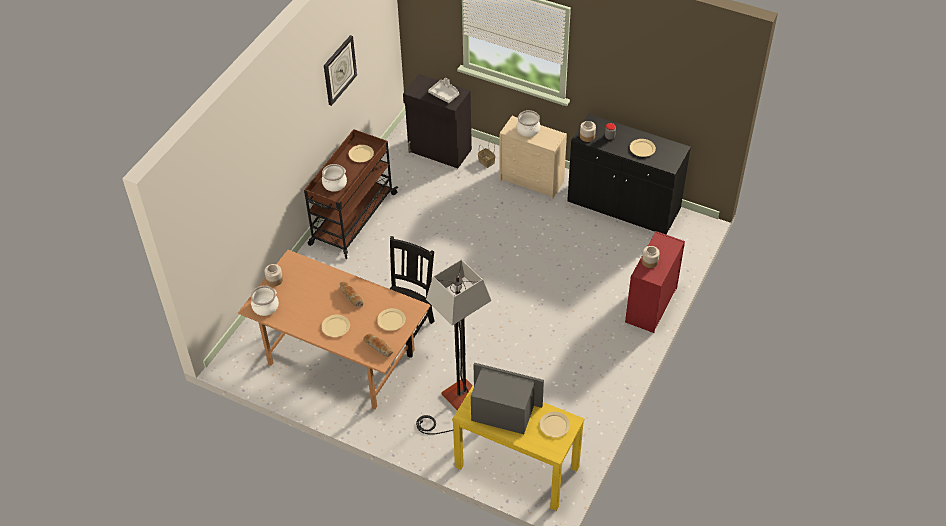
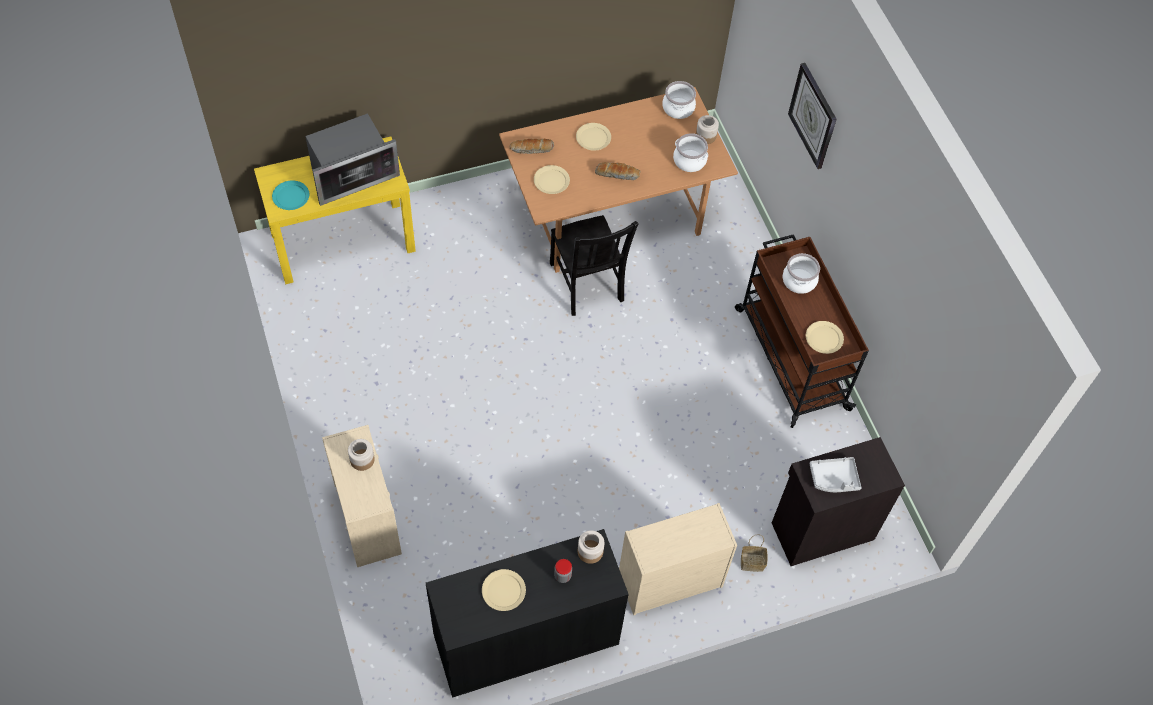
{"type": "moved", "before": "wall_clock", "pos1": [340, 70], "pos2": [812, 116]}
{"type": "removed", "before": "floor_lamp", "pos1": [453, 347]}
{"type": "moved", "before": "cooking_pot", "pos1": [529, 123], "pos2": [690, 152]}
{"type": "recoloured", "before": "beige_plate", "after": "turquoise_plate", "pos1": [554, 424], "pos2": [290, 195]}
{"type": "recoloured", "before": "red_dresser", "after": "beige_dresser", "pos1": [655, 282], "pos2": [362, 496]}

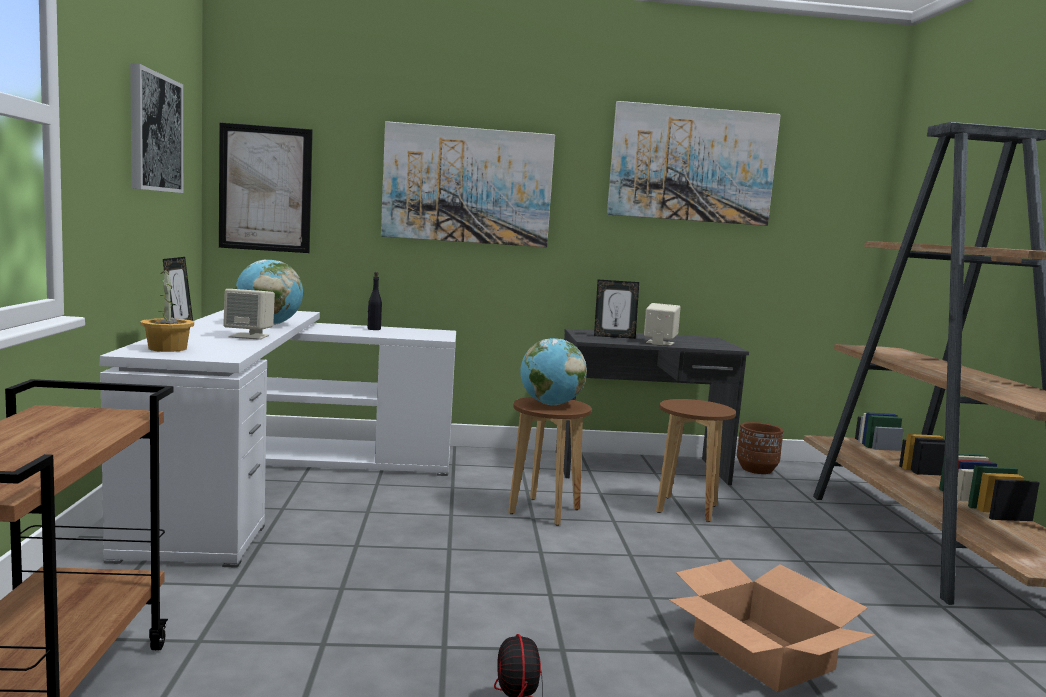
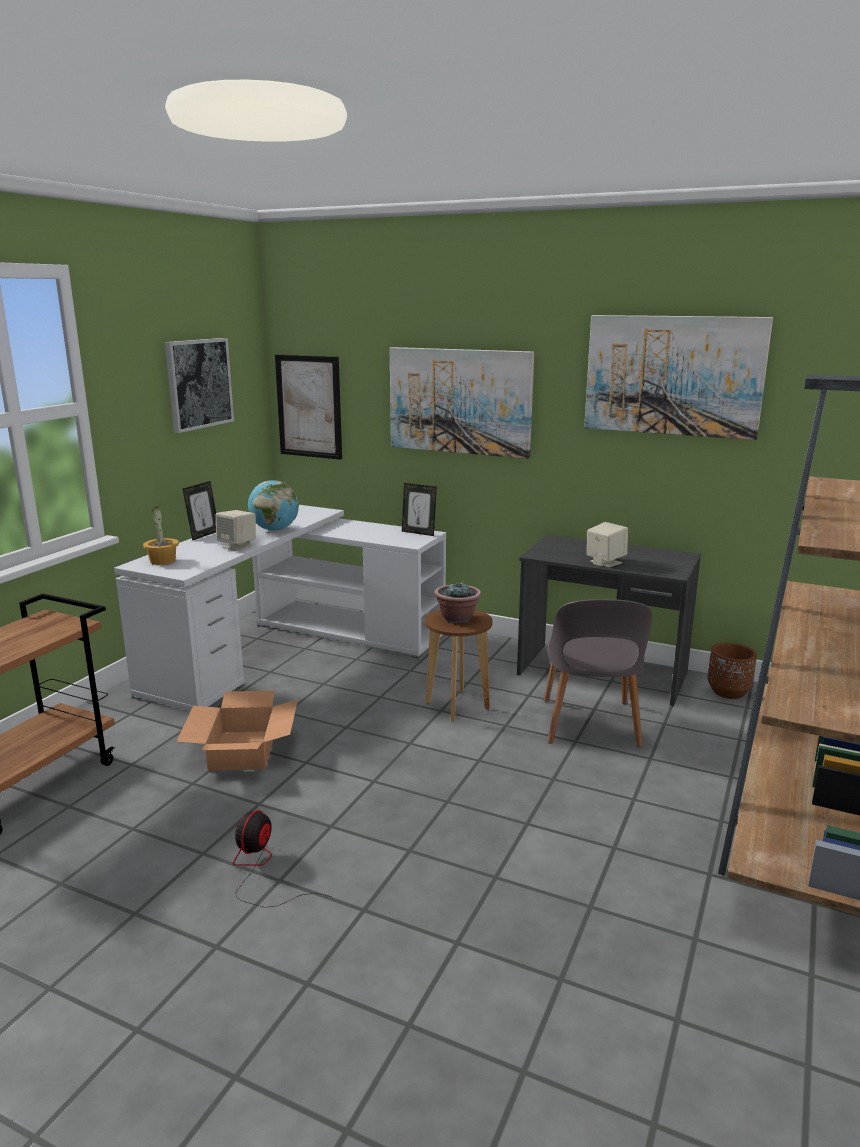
{"type": "removed", "before": "black_bottle", "pos1": [375, 301]}
{"type": "replaced", "before": "globe", "after": "potted_plant", "pos1": [553, 371], "pos2": [458, 602]}
{"type": "moved", "before": "picture_frame", "pos1": [616, 309], "pos2": [419, 509]}
{"type": "replaced", "before": "brown_stool", "after": "grey_chair", "pos1": [696, 460], "pos2": [598, 673]}
{"type": "moved", "before": "cardboard_box", "pos1": [771, 626], "pos2": [237, 731]}

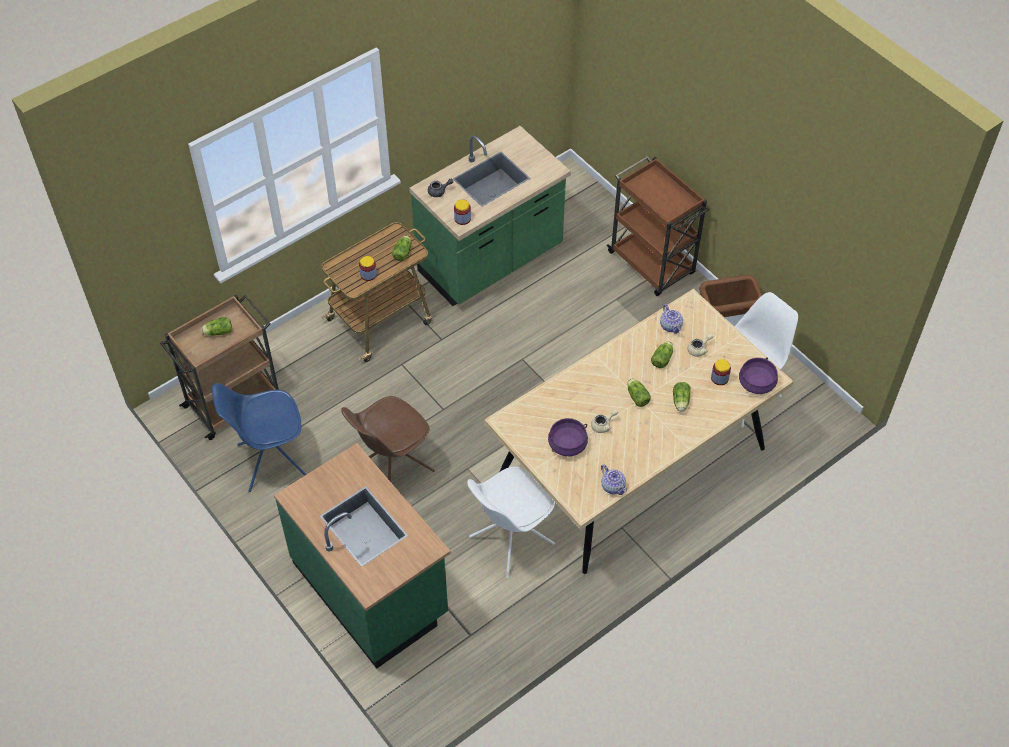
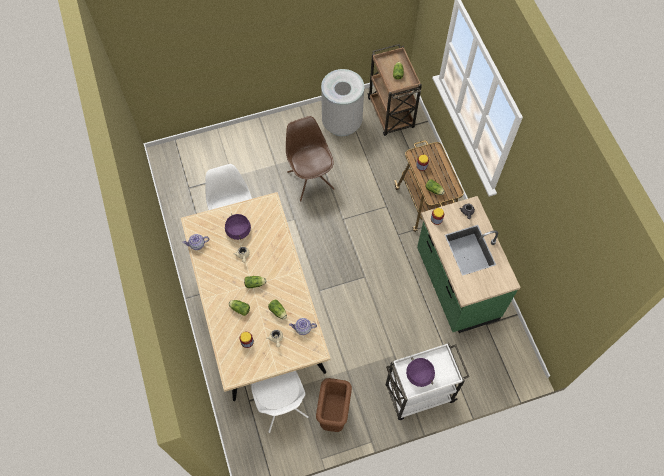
{"type": "replaced", "before": "blue_chair", "after": "grey_trash_can", "pos1": [259, 437], "pos2": [342, 102]}
{"type": "removed", "before": "green_counter", "pos1": [362, 556]}
{"type": "recoloured", "before": "brown_cart", "after": "white_cart", "pos1": [658, 226], "pos2": [427, 381]}
{"type": "moved", "before": "purple_cooking_pot", "pos1": [758, 375], "pos2": [420, 372]}

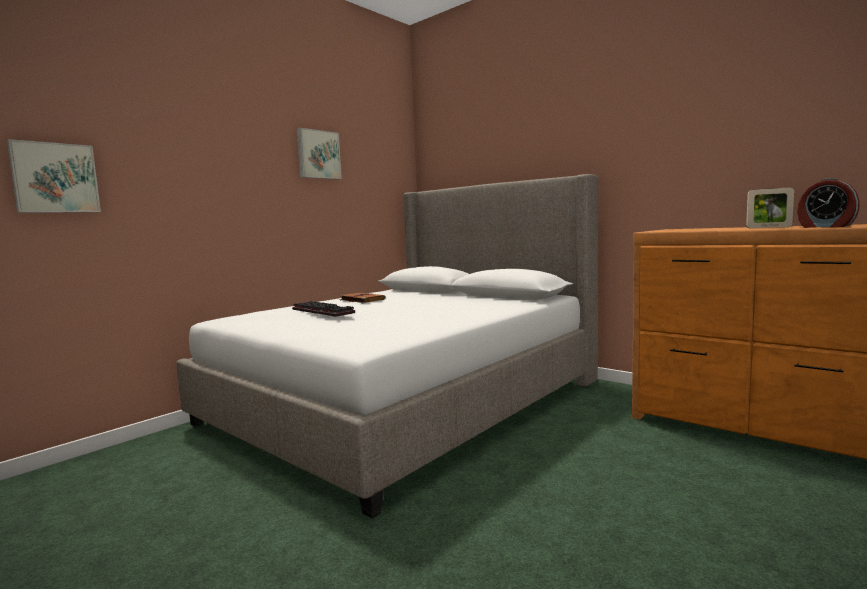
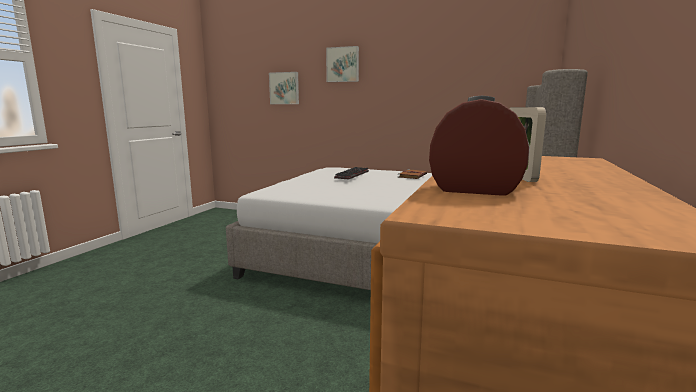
{"type": "moved", "before": "picture", "pos1": [319, 153], "pos2": [342, 64]}
{"type": "turned", "before": "alarm_clock", "pos1": [828, 203], "pos2": [479, 146], "turn": 75}

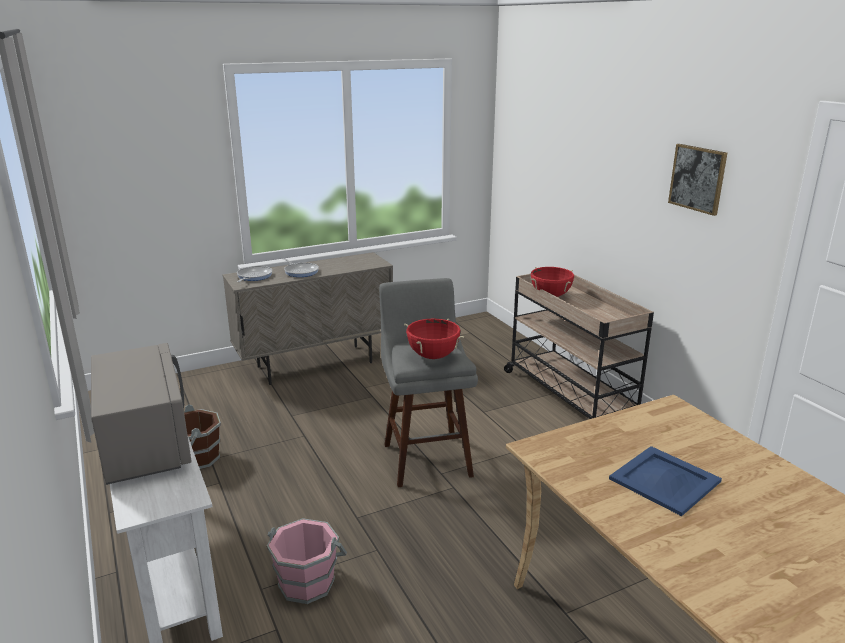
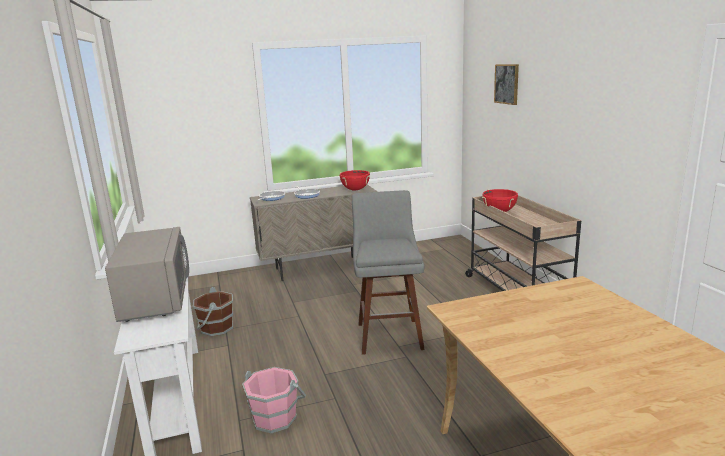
{"type": "moved", "before": "red_cooking_pot", "pos1": [434, 338], "pos2": [355, 180]}
{"type": "removed", "before": "blue_tray", "pos1": [665, 481]}
{"type": "moved", "before": "picture", "pos1": [697, 180], "pos2": [506, 84]}

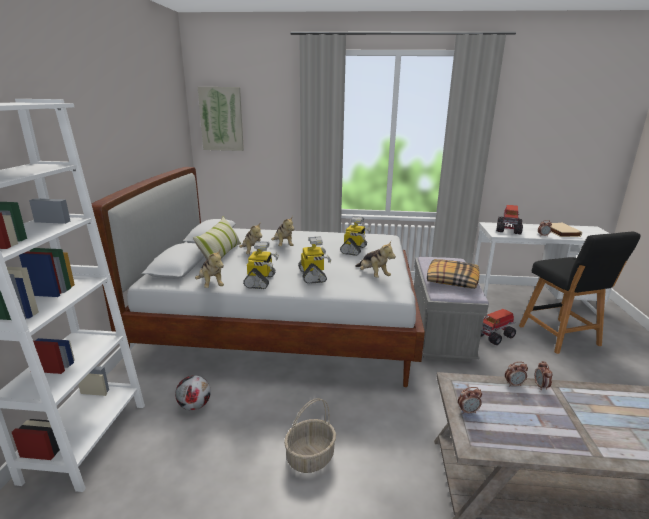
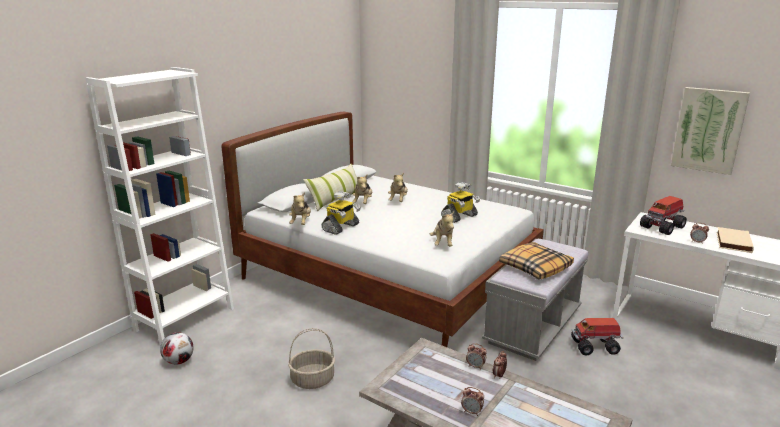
{"type": "moved", "before": "football", "pos1": [193, 392], "pos2": [177, 348]}
{"type": "moved", "before": "picture", "pos1": [221, 119], "pos2": [710, 131]}
{"type": "removed", "before": "toy_robot", "pos1": [314, 260]}
{"type": "moved", "before": "alarm_clock", "pos1": [470, 400], "pos2": [472, 401]}
{"type": "removed", "before": "black_stool", "pos1": [579, 292]}

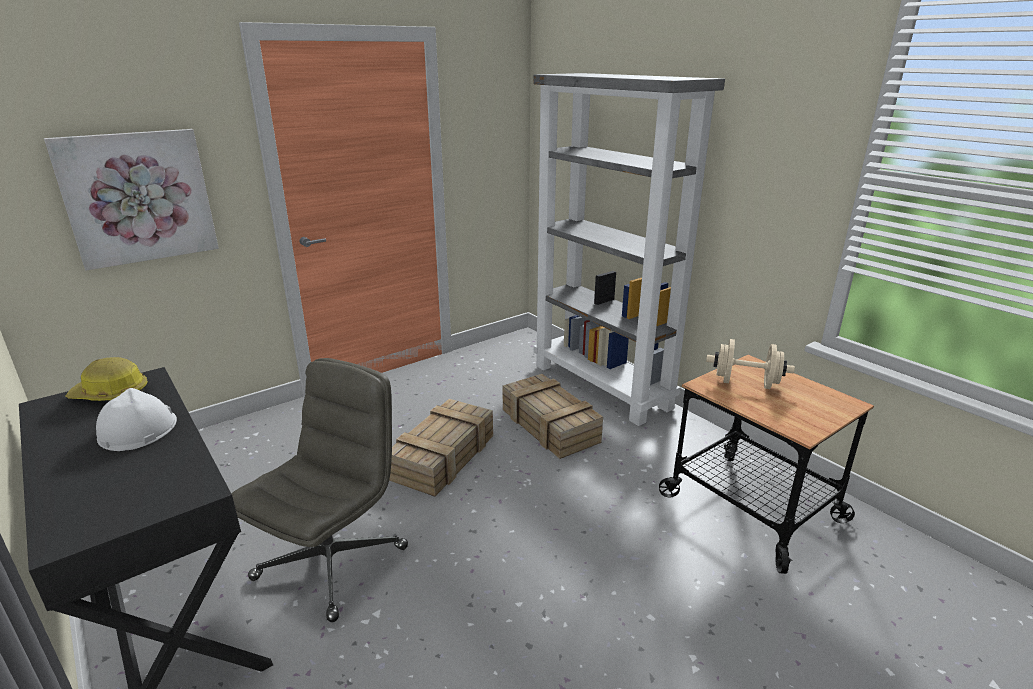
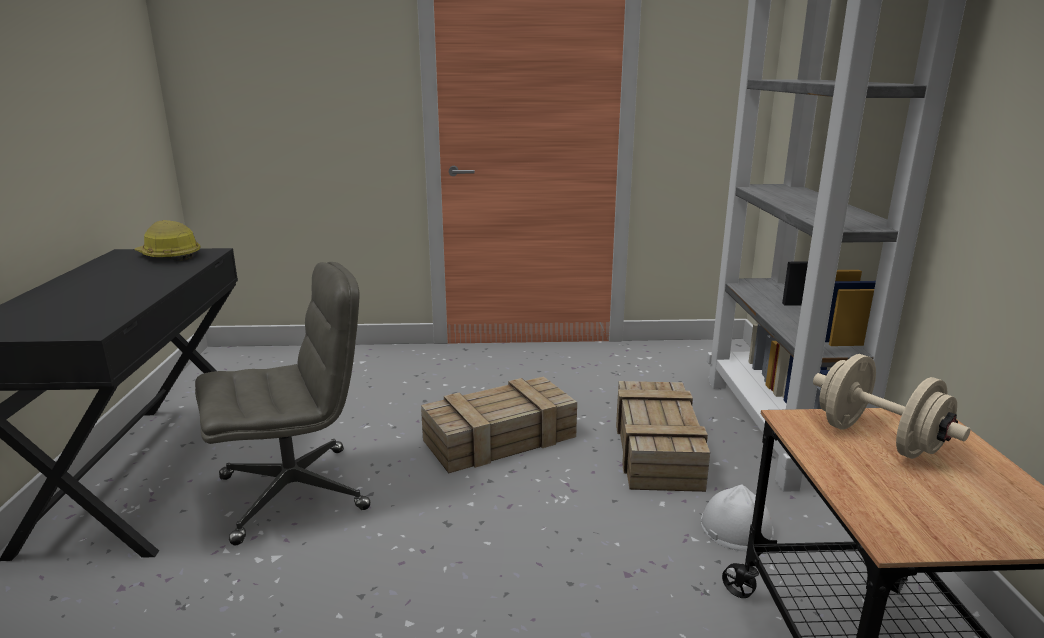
{"type": "removed", "before": "picture", "pos1": [131, 200]}
{"type": "moved", "before": "white_hard_hat", "pos1": [136, 419], "pos2": [737, 517]}

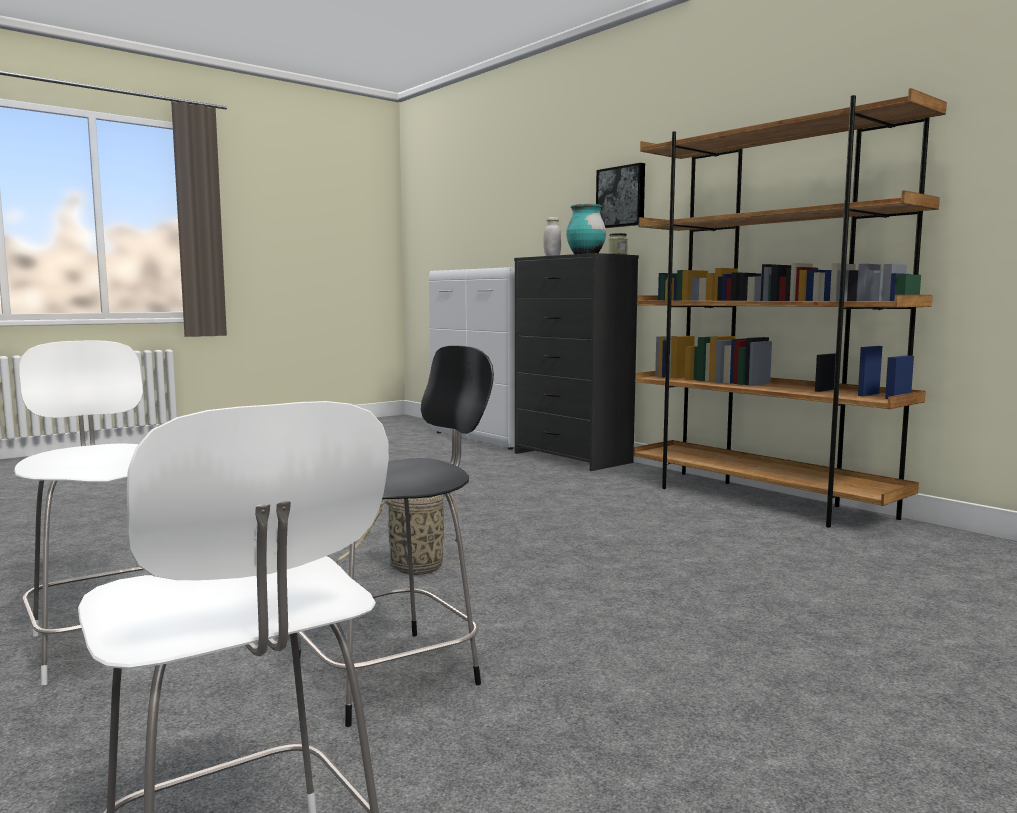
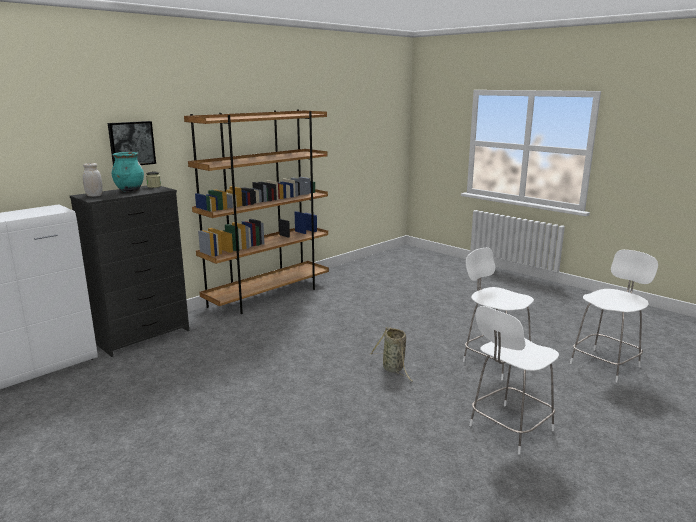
{"type": "recoloured", "before": "black_chair", "after": "white_chair", "pos1": [395, 536], "pos2": [498, 314]}

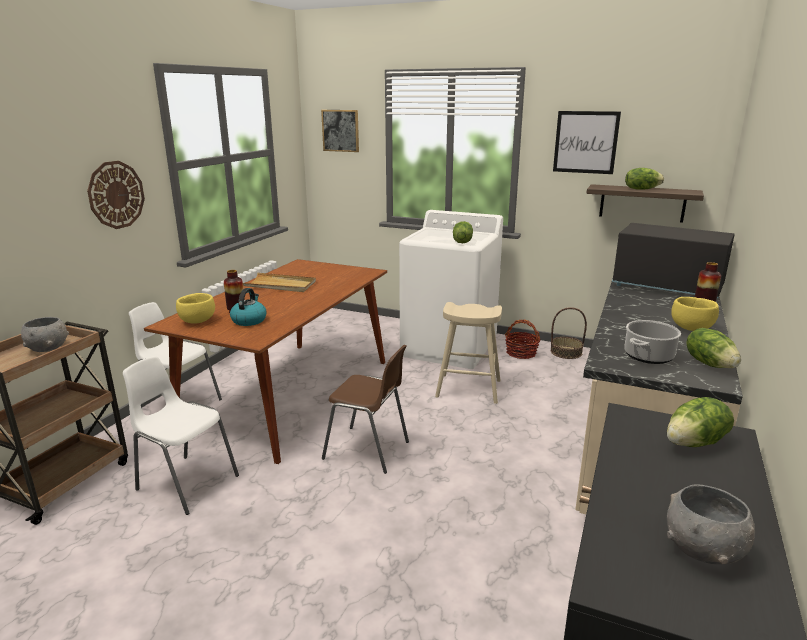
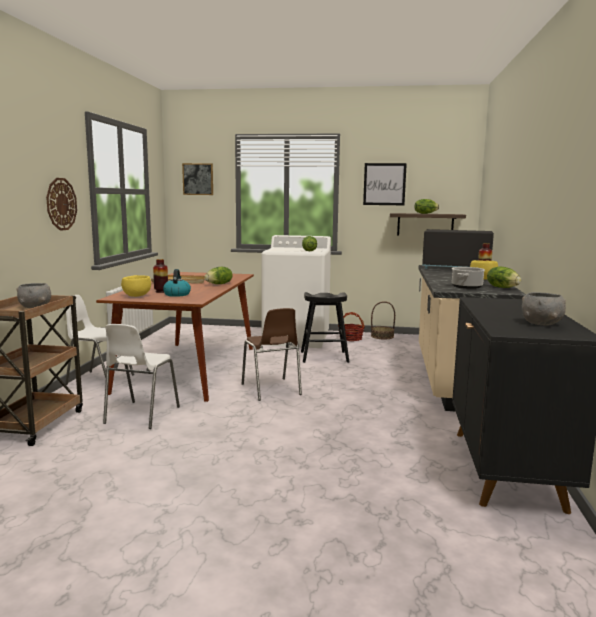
{"type": "turned", "before": "white_chair", "pos1": [181, 435], "pos2": [141, 376], "turn": -90}
{"type": "turned", "before": "brown_chair", "pos1": [365, 409], "pos2": [272, 354], "turn": 60}
{"type": "recoloured", "before": "beige_stool", "after": "black_stool", "pos1": [468, 353], "pos2": [325, 327]}
{"type": "moved", "before": "lettuce", "pos1": [700, 422], "pos2": [219, 275]}

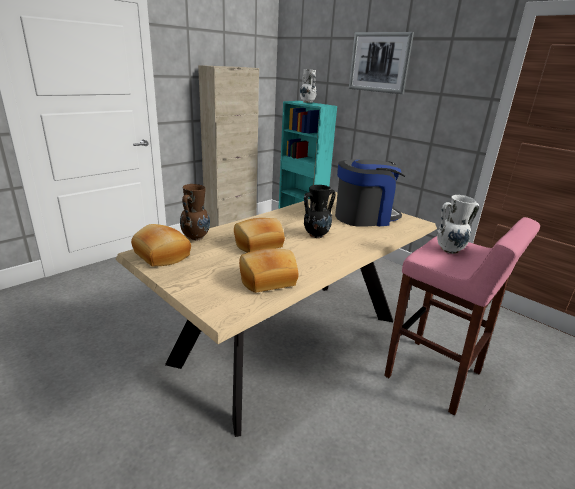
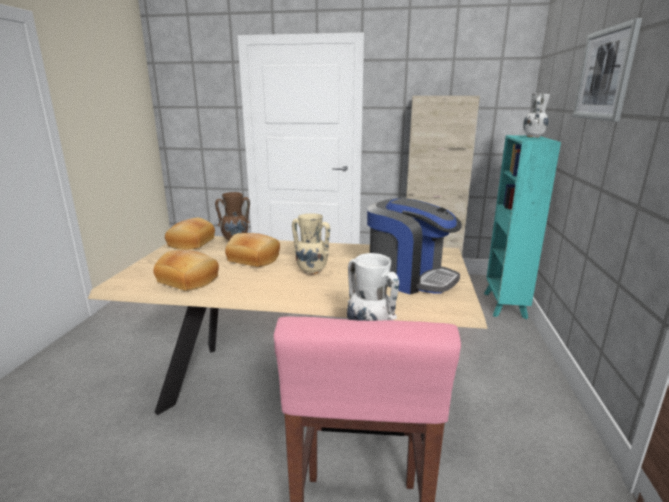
{"type": "recoloured", "before": "black_vase", "after": "beige_vase", "pos1": [319, 211], "pos2": [311, 244]}

